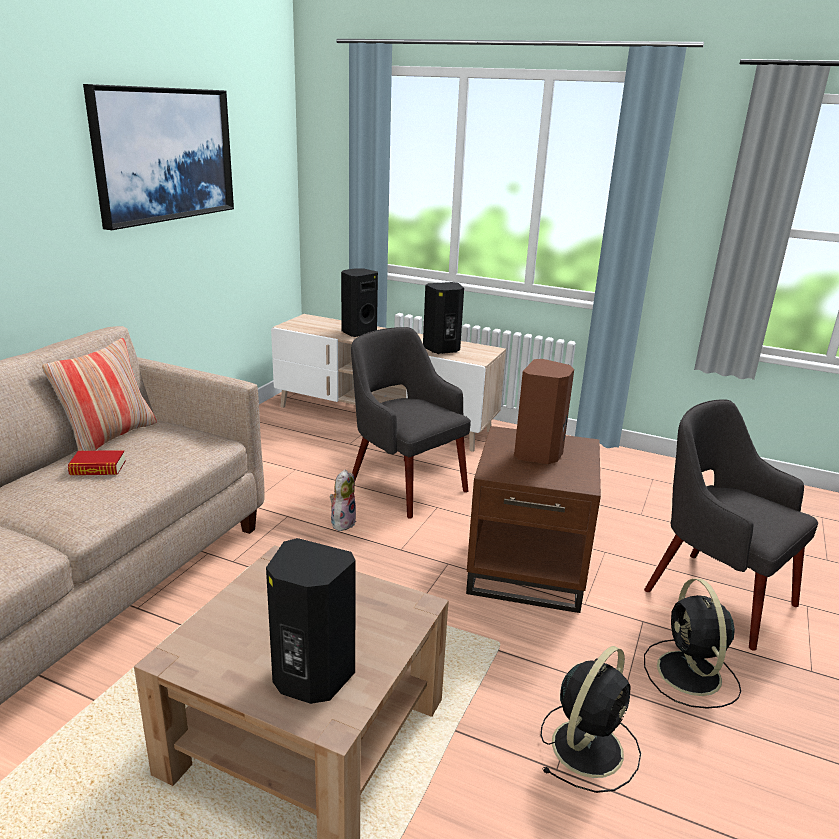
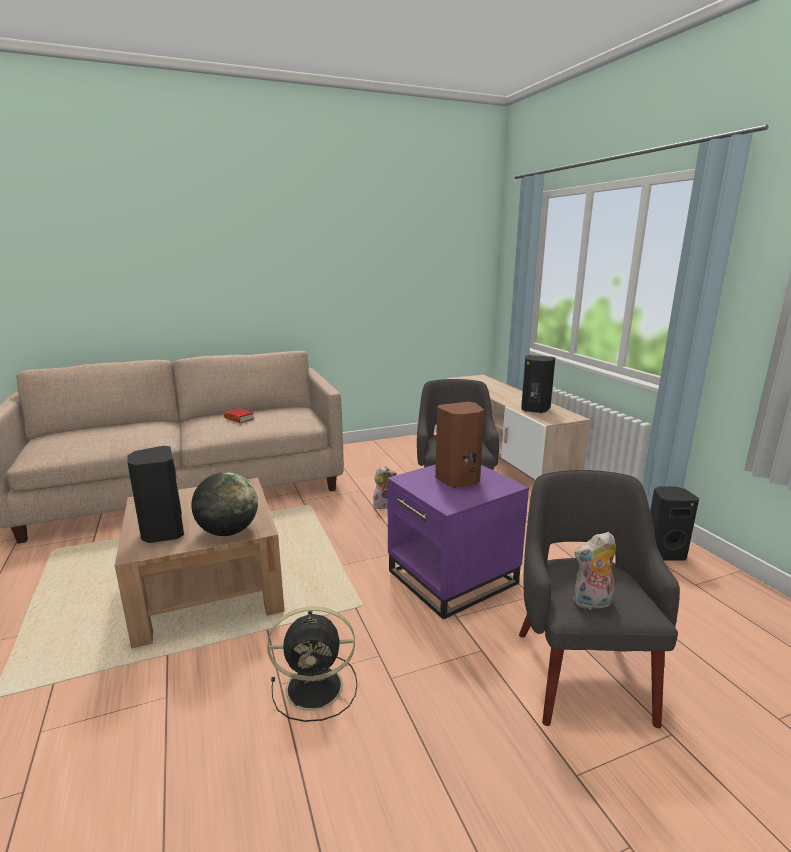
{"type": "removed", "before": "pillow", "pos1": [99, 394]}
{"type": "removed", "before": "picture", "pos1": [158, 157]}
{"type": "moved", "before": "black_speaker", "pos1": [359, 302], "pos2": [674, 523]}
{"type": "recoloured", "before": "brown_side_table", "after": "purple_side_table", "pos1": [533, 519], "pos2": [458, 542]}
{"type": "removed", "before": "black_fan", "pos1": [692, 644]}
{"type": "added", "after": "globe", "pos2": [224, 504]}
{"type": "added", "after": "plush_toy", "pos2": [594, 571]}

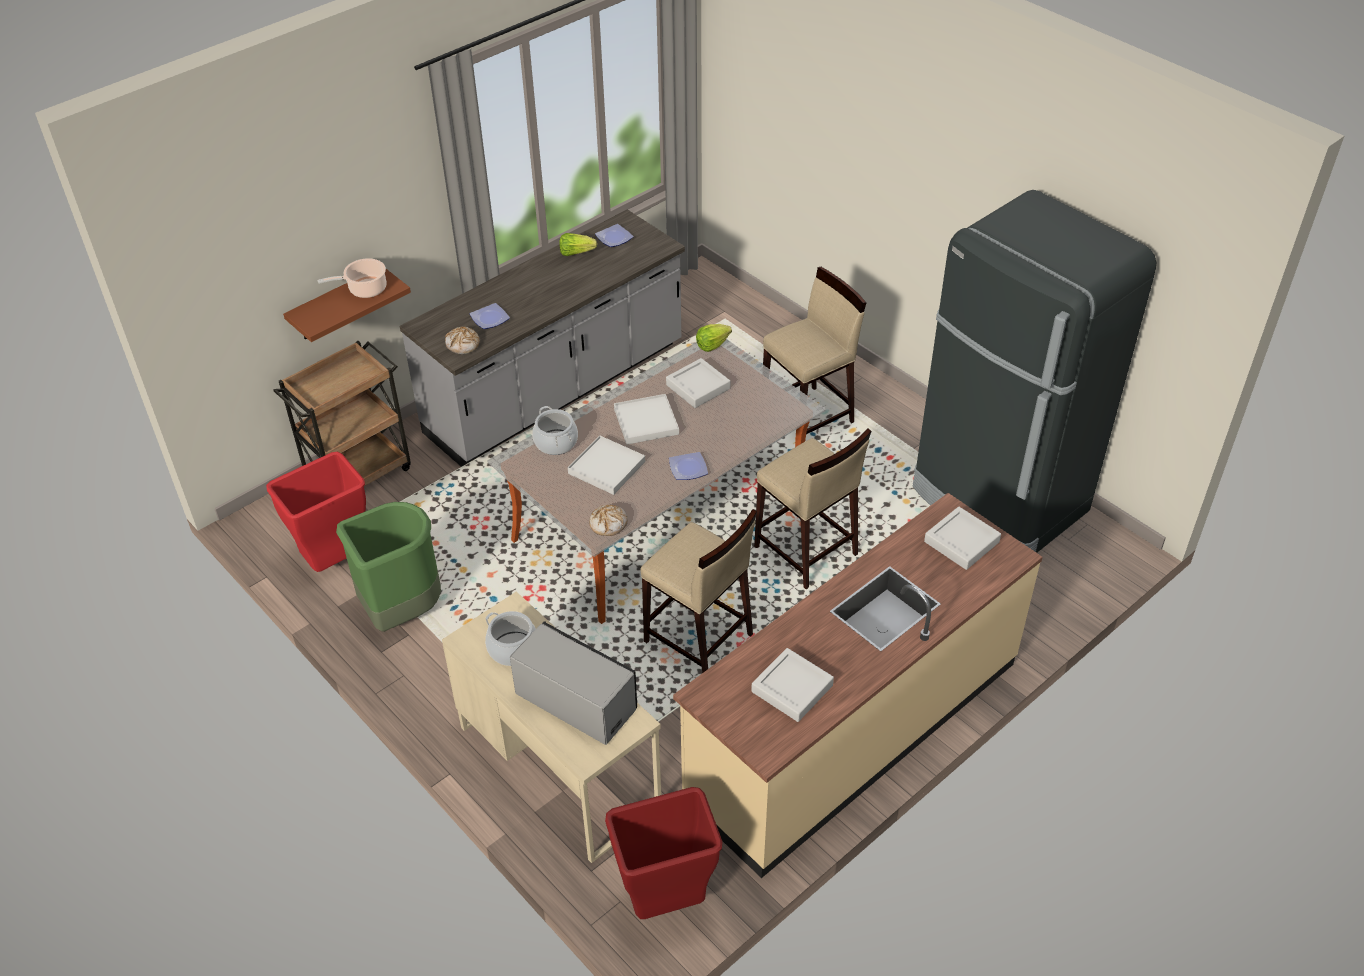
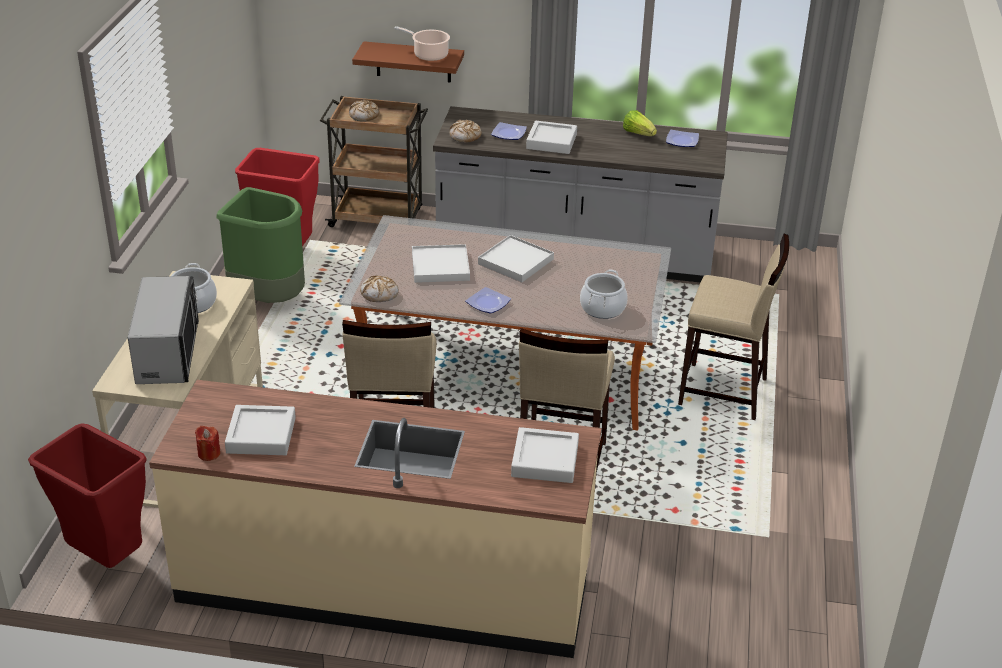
{"type": "moved", "before": "cooking_pot", "pos1": [555, 430], "pos2": [604, 294]}
{"type": "moved", "before": "grey_tray", "pos1": [698, 383], "pos2": [551, 137]}
{"type": "removed", "before": "lettuce", "pos1": [714, 338]}
{"type": "removed", "before": "black_fridge", "pos1": [1034, 371]}
{"type": "added", "after": "red_candle", "pos2": [207, 443]}
{"type": "added", "after": "bread", "pos2": [364, 111]}

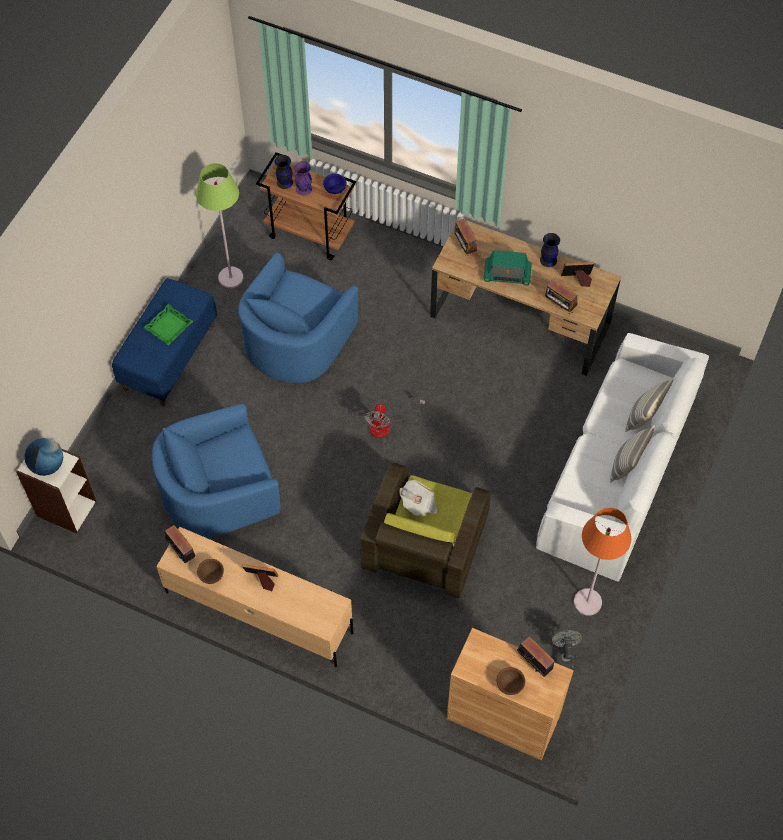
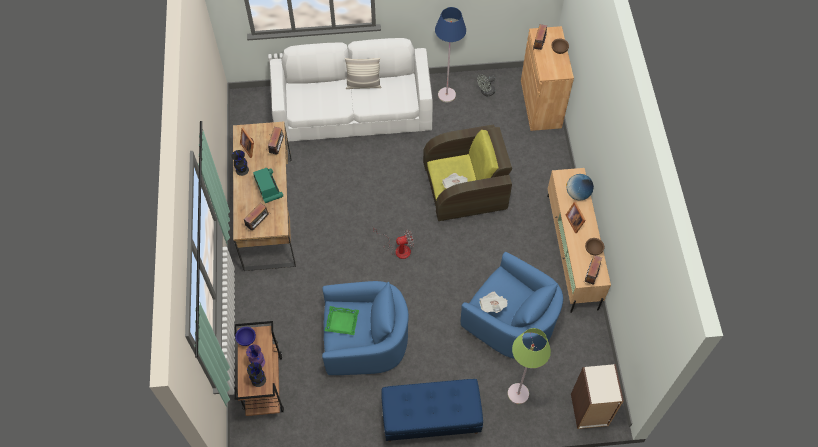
{"type": "moved", "before": "globe", "pos1": [44, 457], "pos2": [580, 187]}
{"type": "moved", "before": "green_tray", "pos1": [168, 324], "pos2": [342, 320]}
{"type": "moved", "before": "green_floor_lamp", "pos1": [219, 225], "pos2": [529, 366]}
{"type": "recoloured", "before": "orange_floor_lamp", "after": "blue_floor_lamp", "pos1": [602, 561], "pos2": [450, 54]}
{"type": "removed", "before": "pillow", "pos1": [649, 405]}
{"type": "added", "after": "newspaper", "pos2": [493, 302]}

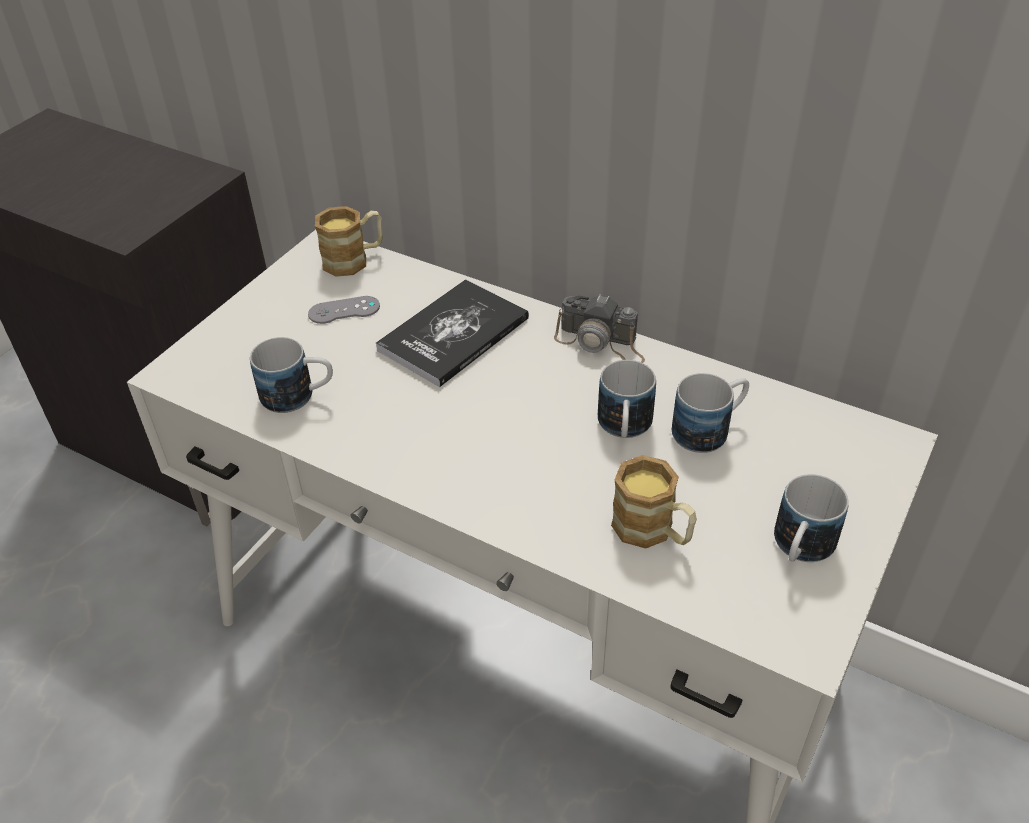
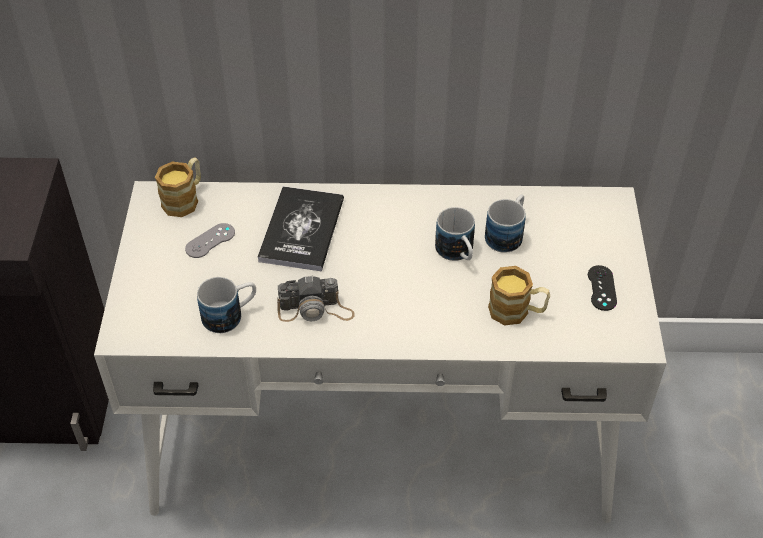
{"type": "moved", "before": "photo_camera", "pos1": [599, 328], "pos2": [315, 298]}
{"type": "replaced", "before": "mug", "after": "black_game_controller", "pos1": [811, 518], "pos2": [602, 288]}

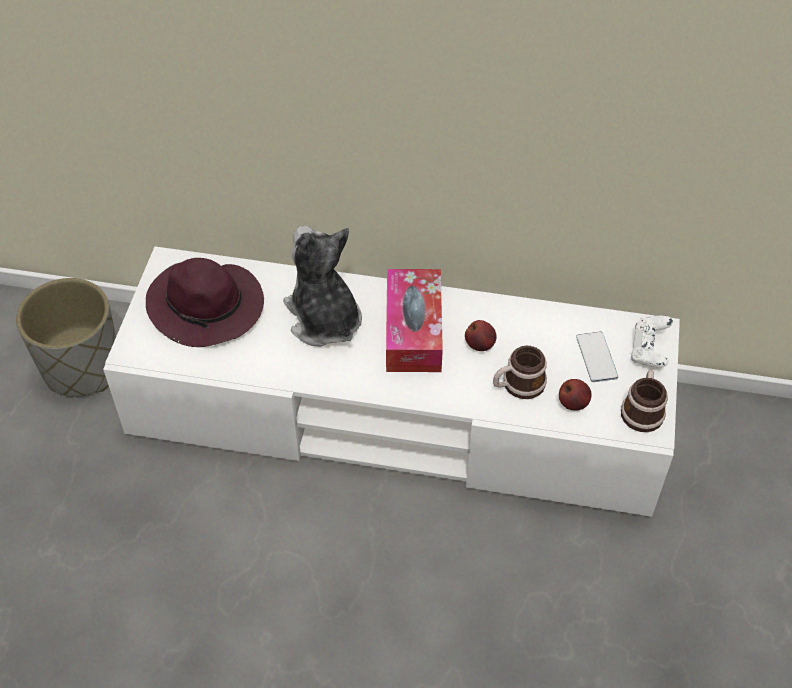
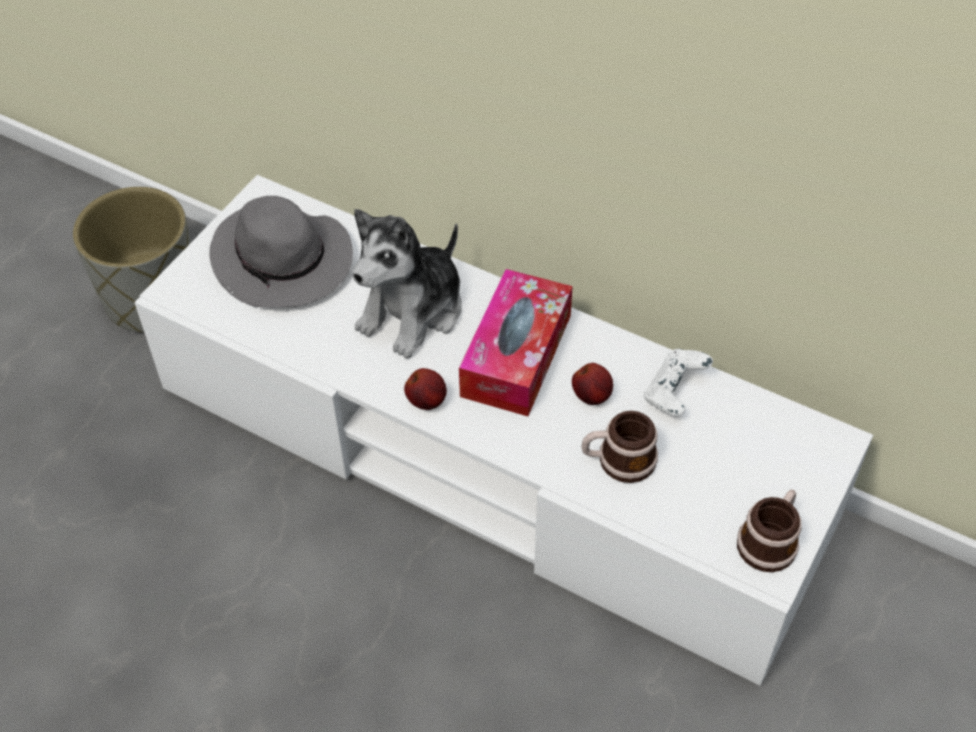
{"type": "recoloured", "before": "purple_hat", "after": "grey_hat", "pos1": [205, 302], "pos2": [281, 251]}
{"type": "turned", "before": "plush_toy", "pos1": [322, 286], "pos2": [407, 284], "turn": -135}
{"type": "moved", "before": "apple", "pos1": [575, 395], "pos2": [425, 389]}
{"type": "removed", "before": "phone", "pos1": [597, 356]}
{"type": "moved", "before": "white_game_controller", "pos1": [652, 341], "pos2": [678, 383]}

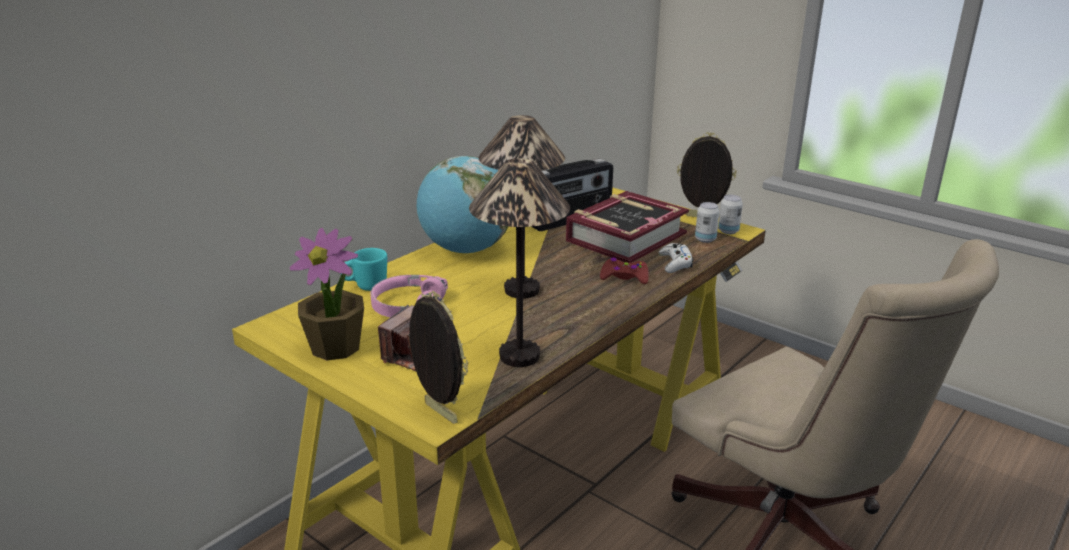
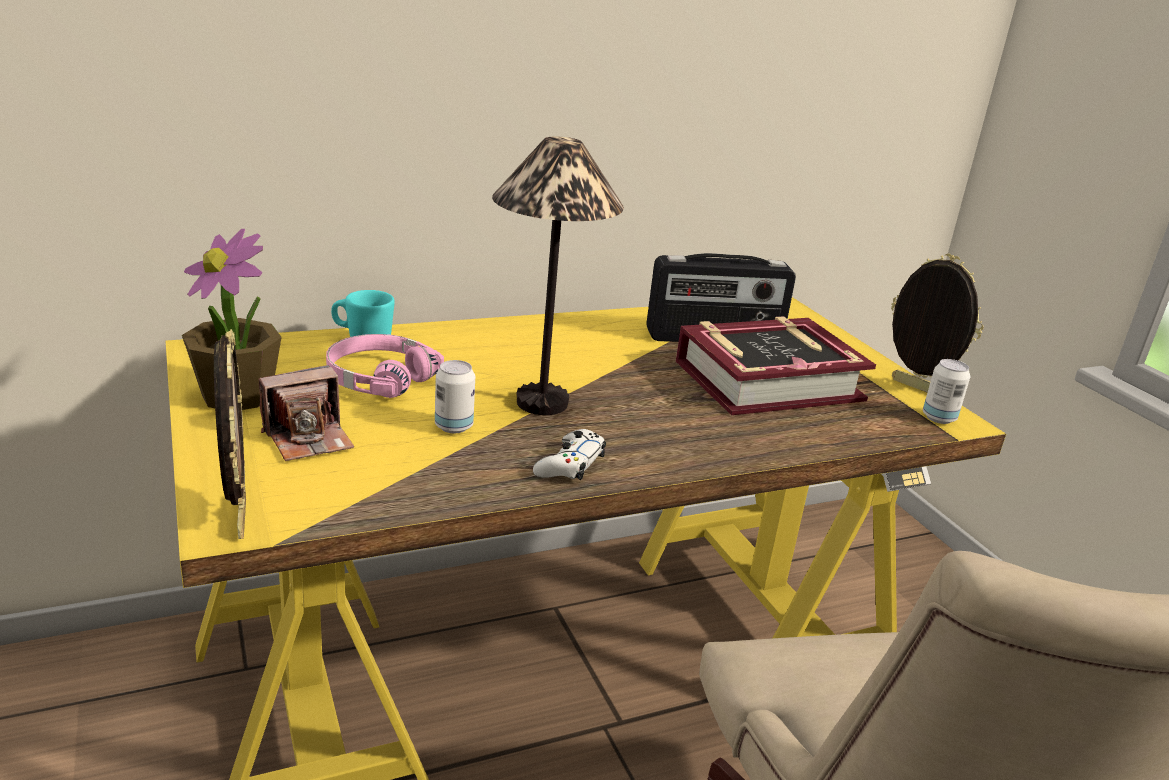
{"type": "removed", "before": "globe", "pos1": [462, 204]}
{"type": "removed", "before": "table_lamp", "pos1": [519, 262]}
{"type": "removed", "before": "red_game_controller", "pos1": [624, 270]}
{"type": "moved", "before": "white_game_controller", "pos1": [675, 258], "pos2": [569, 454]}
{"type": "moved", "before": "can", "pos1": [707, 222], "pos2": [455, 396]}

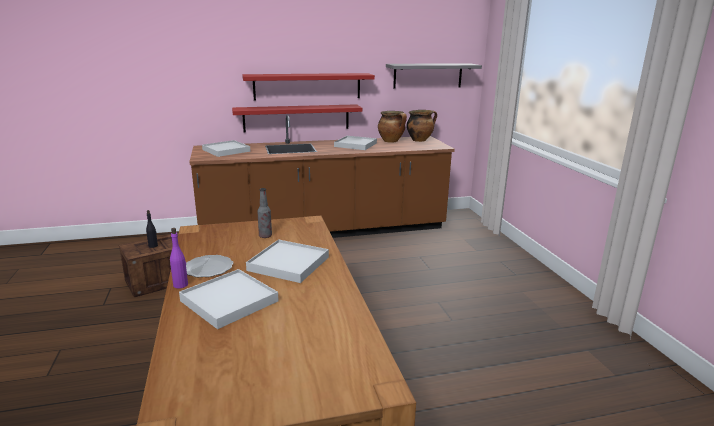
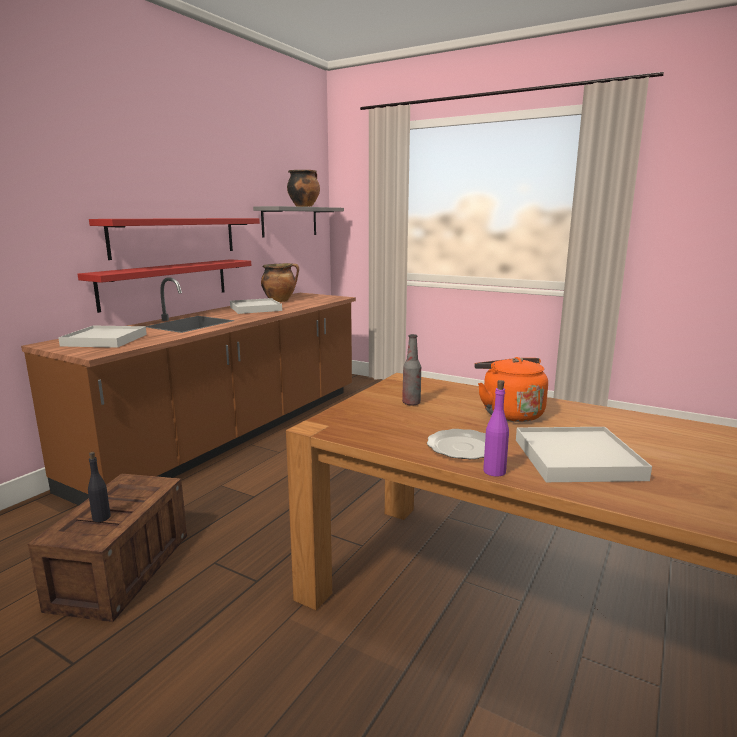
{"type": "replaced", "before": "white_tray", "after": "orange_kettle", "pos1": [287, 261], "pos2": [511, 389]}
{"type": "moved", "before": "cooking_pot", "pos1": [422, 126], "pos2": [303, 188]}

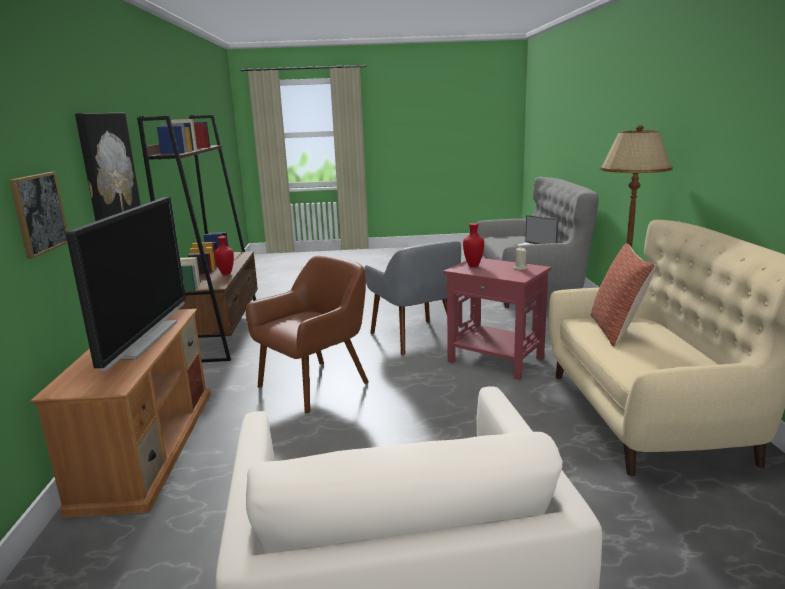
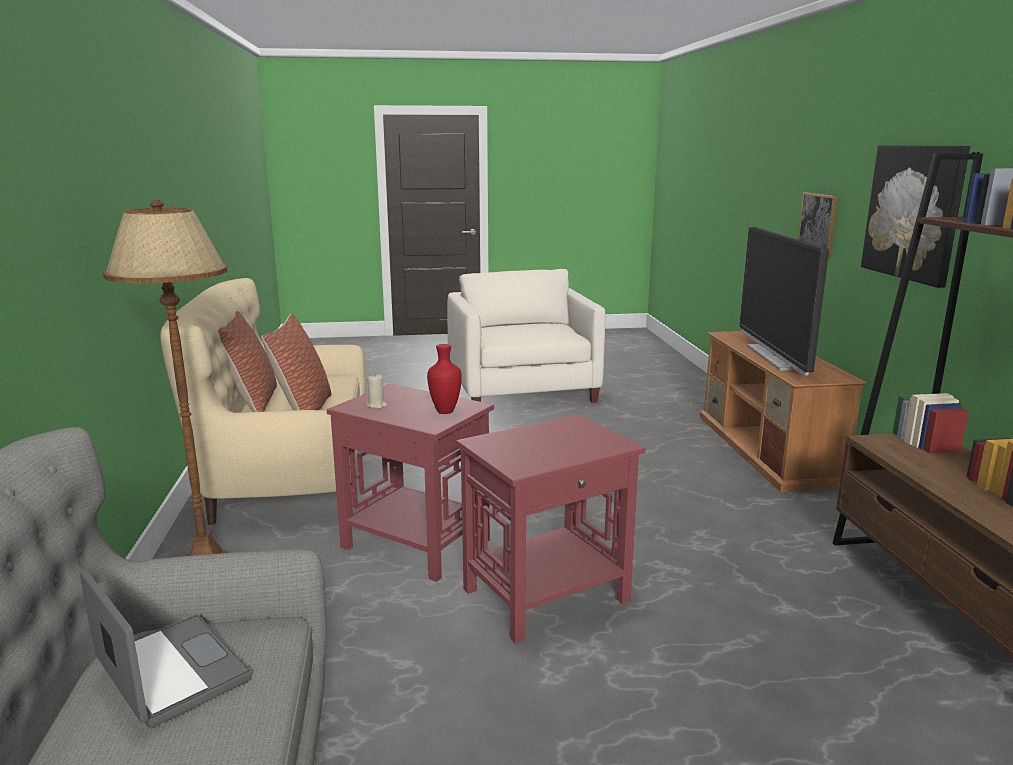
{"type": "removed", "before": "red_vase", "pos1": [224, 255]}
{"type": "removed", "before": "brown_armchair", "pos1": [307, 334]}
{"type": "replaced", "before": "grey_armchair", "after": "red_side_table", "pos1": [412, 298], "pos2": [551, 529]}
{"type": "added", "after": "pillow", "pos2": [247, 361]}

